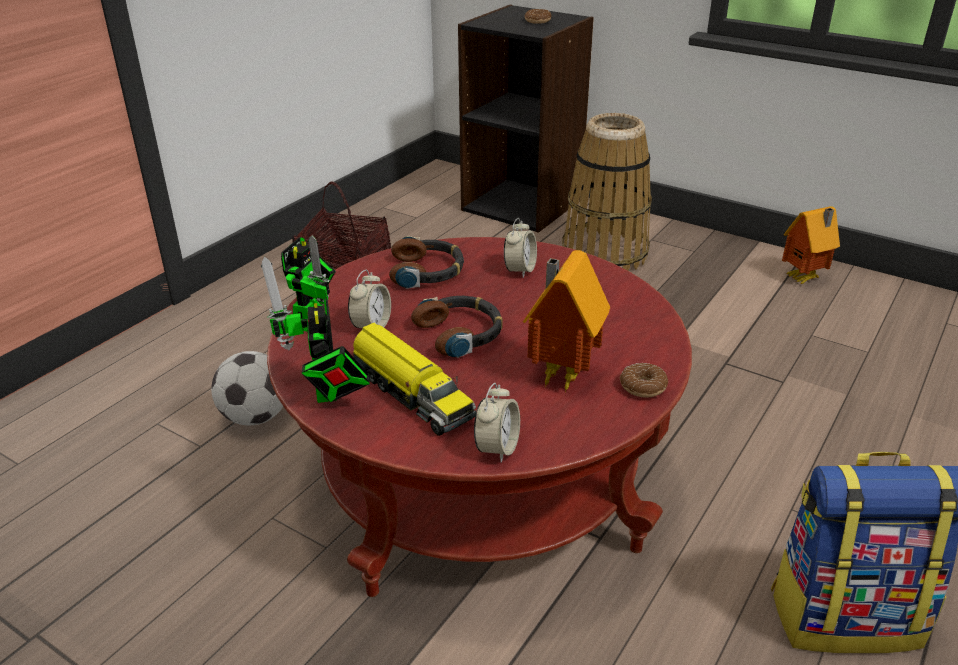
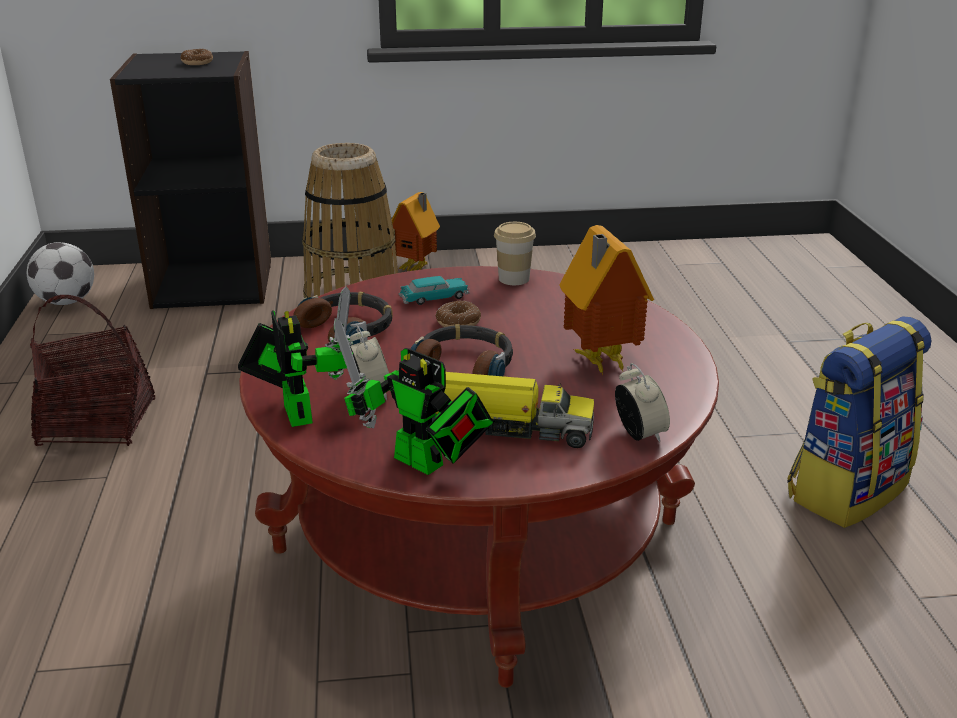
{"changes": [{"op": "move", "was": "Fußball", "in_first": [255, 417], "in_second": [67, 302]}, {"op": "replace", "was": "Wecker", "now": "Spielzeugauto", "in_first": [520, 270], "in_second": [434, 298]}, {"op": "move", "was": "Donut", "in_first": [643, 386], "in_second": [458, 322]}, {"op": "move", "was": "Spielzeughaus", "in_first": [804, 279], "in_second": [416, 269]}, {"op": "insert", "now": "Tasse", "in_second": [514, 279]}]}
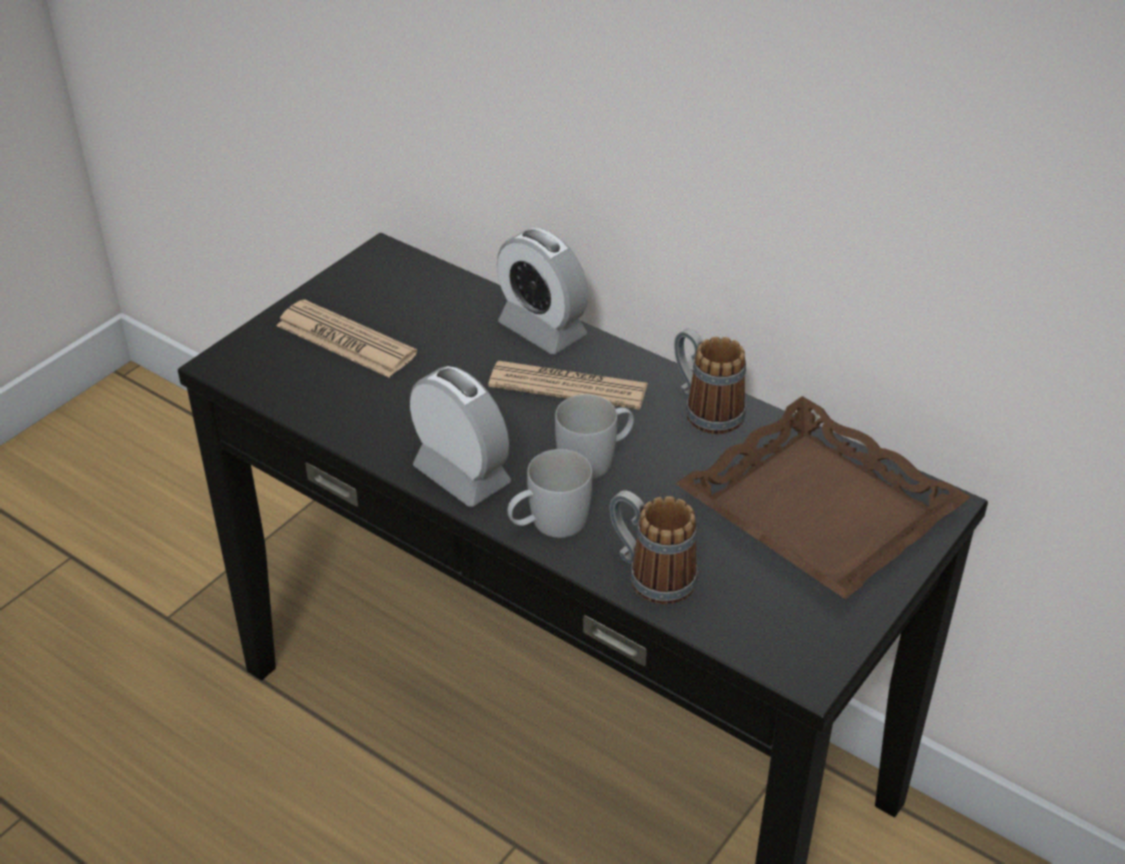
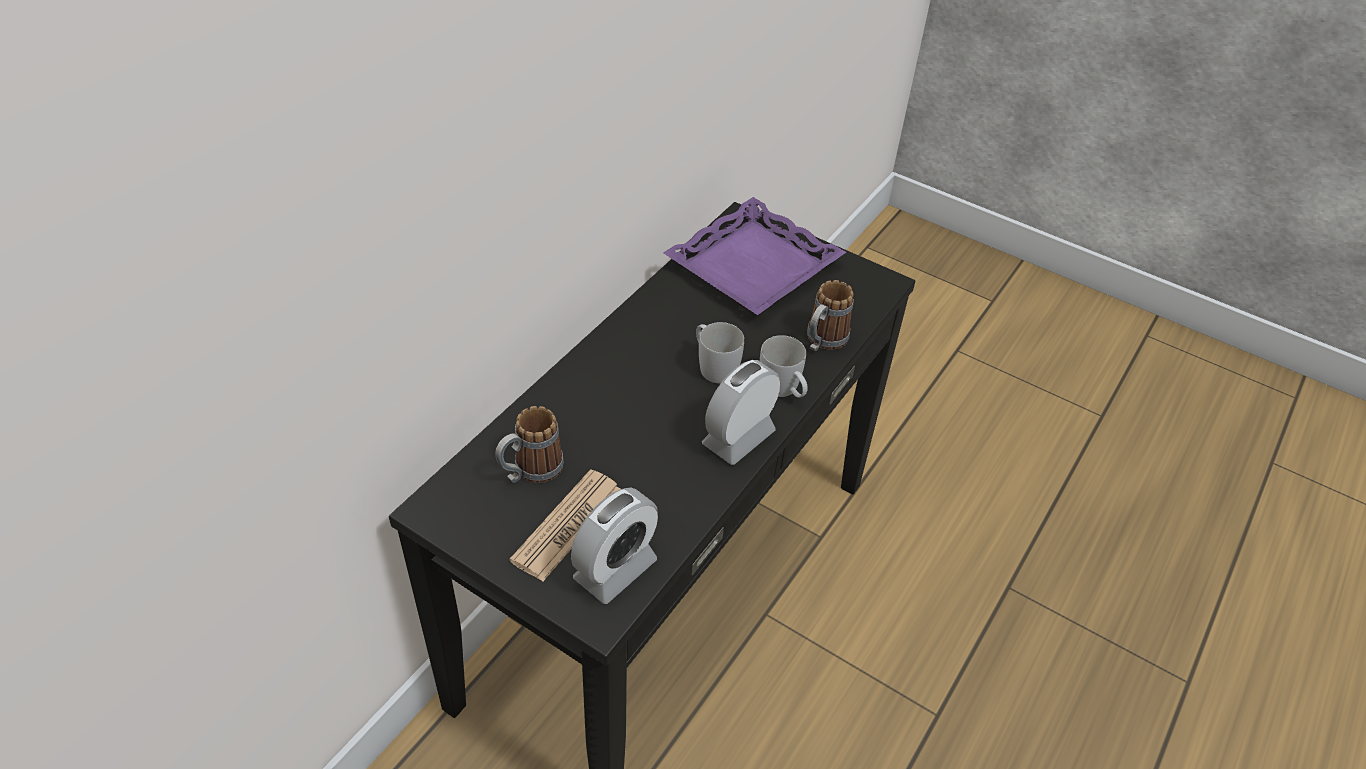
{"changes": [{"op": "delete", "was": "Zeitung", "in_first": [568, 386]}, {"op": "move", "was": "Wecker", "in_first": [542, 330], "in_second": [615, 569]}, {"op": "move", "was": "Henkelbecher", "in_first": [705, 410], "in_second": [530, 471]}, {"op": "recolor", "was": "Tablett/braun", "now": "Tablett/lila", "in_first": [820, 510], "in_second": [752, 265]}]}
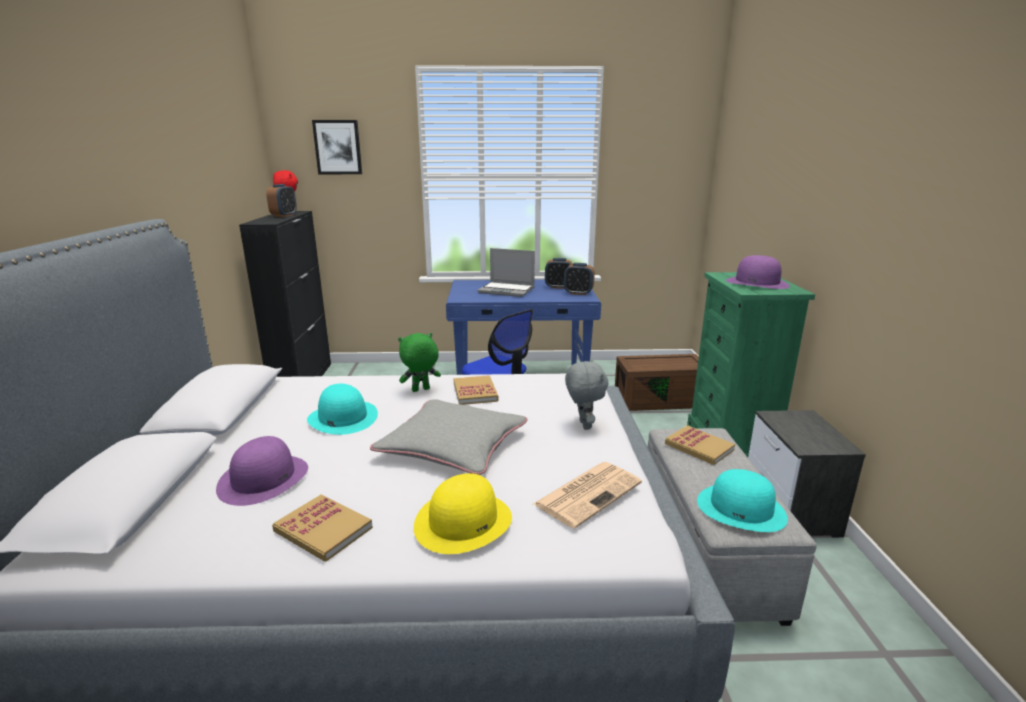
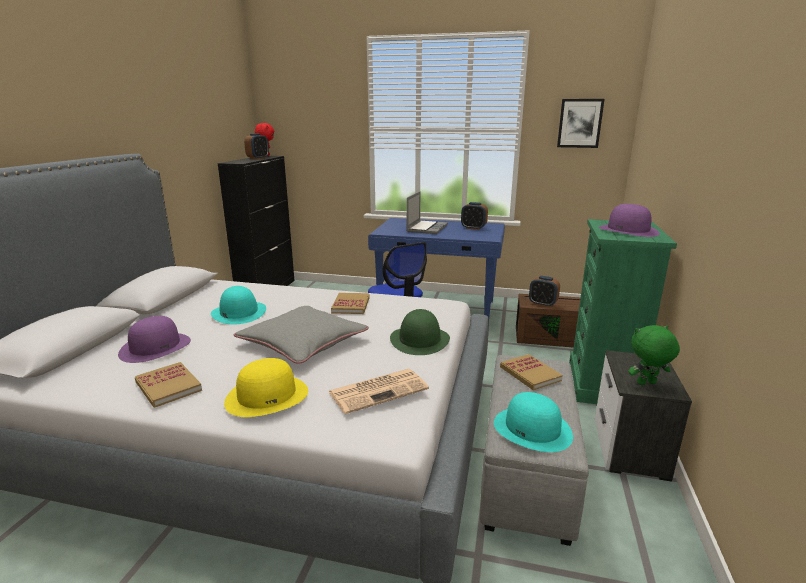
{"changes": [{"op": "move", "was": "Bild", "in_first": [338, 147], "in_second": [579, 123]}, {"op": "move", "was": "Plüschtier/grün", "in_first": [420, 390], "in_second": [646, 384]}, {"op": "rotate", "was": "Laptop", "in_first": [507, 290], "in_second": [426, 228], "clockwise": -105}, {"op": "move", "was": "Wecker", "in_first": [578, 293], "in_second": [542, 304]}, {"op": "replace", "was": "Plüschtier/grau", "now": "Hut/grün", "in_first": [583, 425], "in_second": [419, 339]}]}
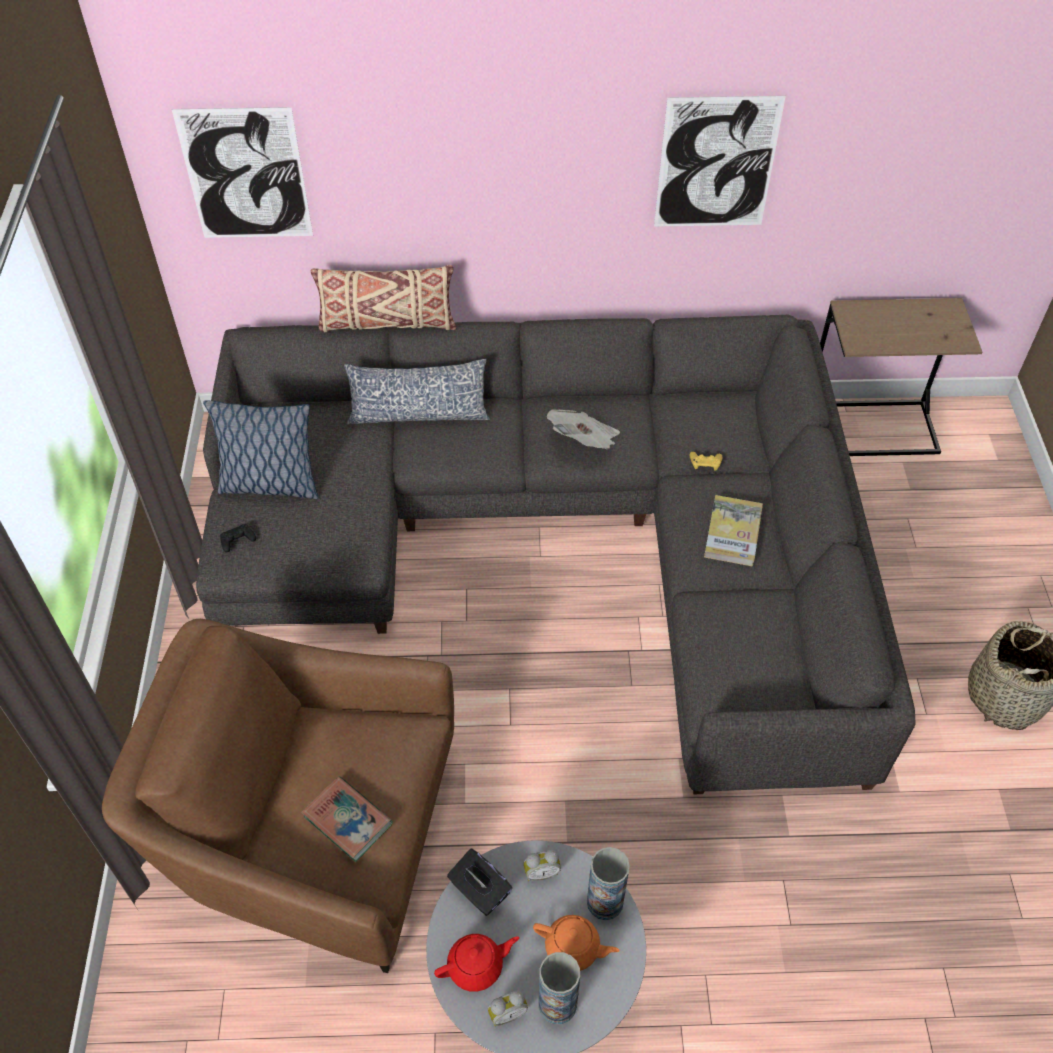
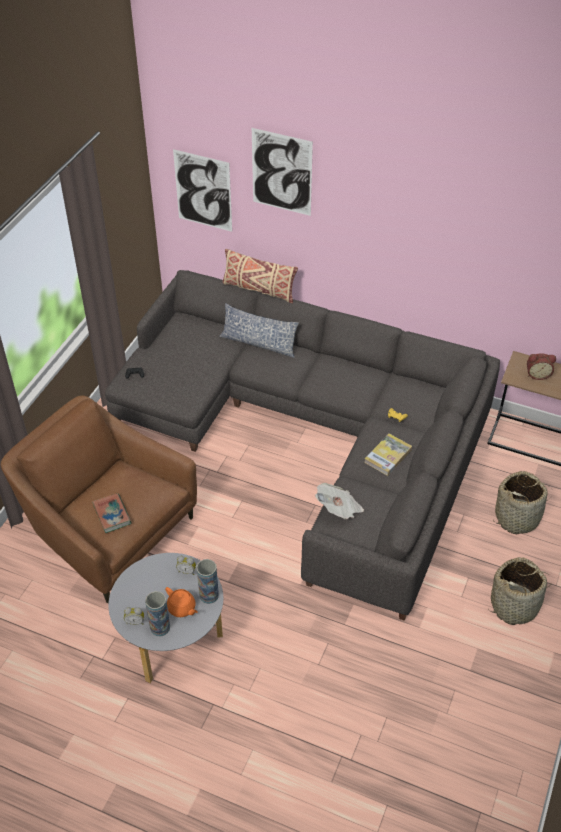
{"changes": [{"op": "delete", "was": "Kissen", "in_first": [269, 484]}, {"op": "delete", "was": "Teekanne/rot", "in_first": [476, 966]}, {"op": "delete", "was": "Taschentuchbox/schwarz", "in_first": [479, 891]}, {"op": "move", "was": "Zeitung", "in_first": [584, 441], "in_second": [339, 509]}, {"op": "move", "was": "Bild", "in_first": [716, 164], "in_second": [281, 172]}, {"op": "insert", "now": "Korb", "in_second": [517, 517]}, {"op": "insert", "now": "Wecker", "in_second": [537, 374]}]}
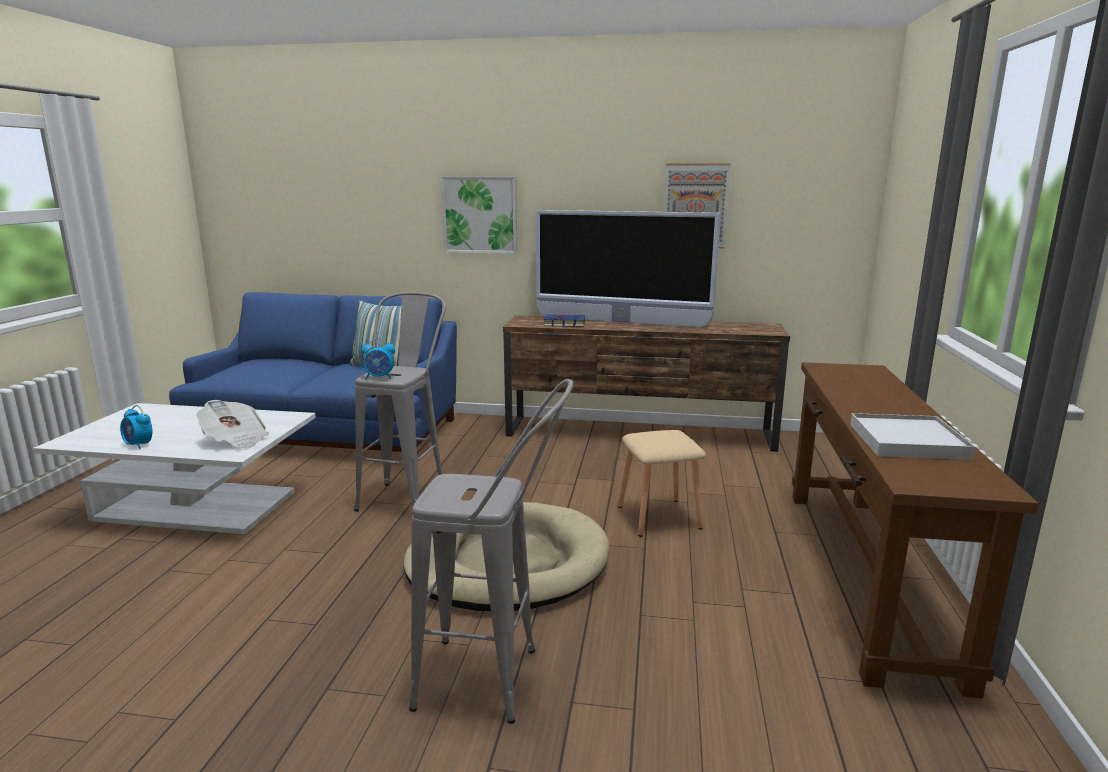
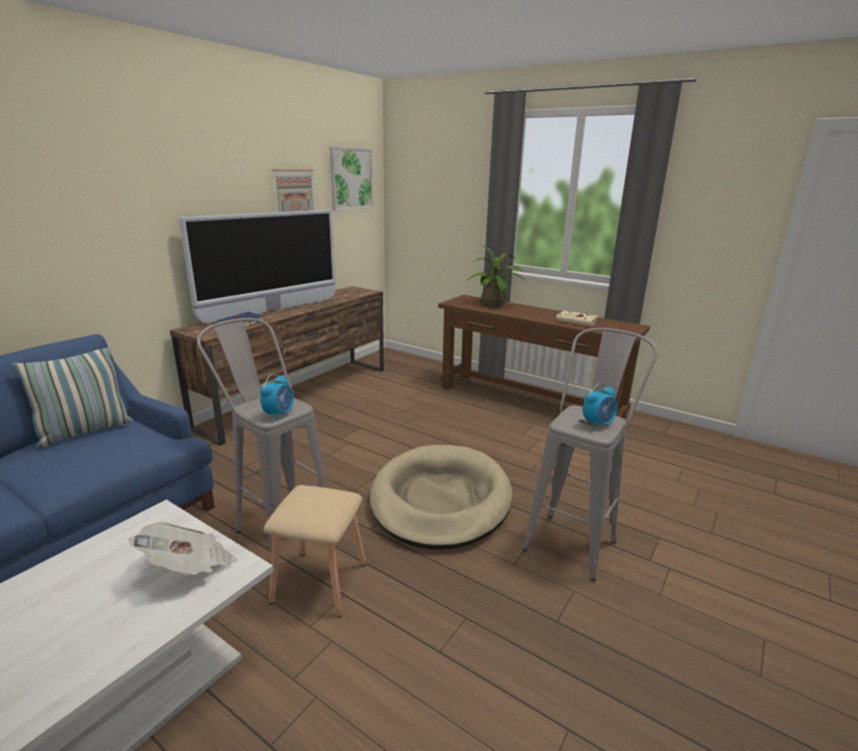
{"changes": [{"op": "move", "was": "Wecker", "in_first": [139, 445], "in_second": [598, 424]}, {"op": "move", "was": "Bild", "in_first": [480, 215], "in_second": [351, 179]}, {"op": "move", "was": "Hocker/beige", "in_first": [660, 516], "in_second": [319, 581]}, {"op": "replace", "was": "Tablett/weiß", "now": "Buch/beige", "in_first": [908, 441], "in_second": [577, 321]}, {"op": "insert", "now": "Topfpflanze", "in_second": [494, 304]}]}
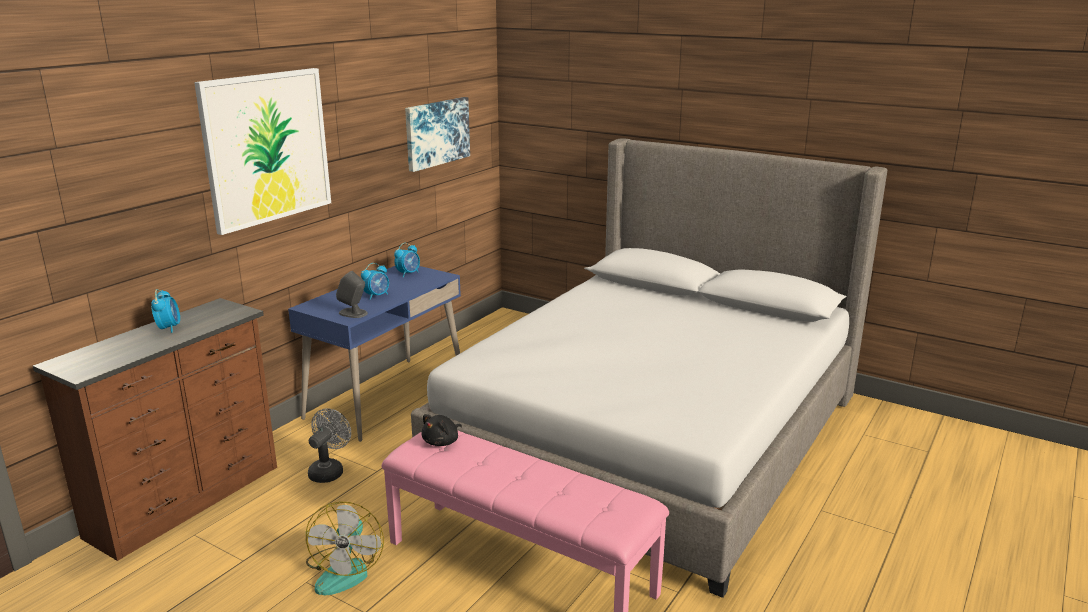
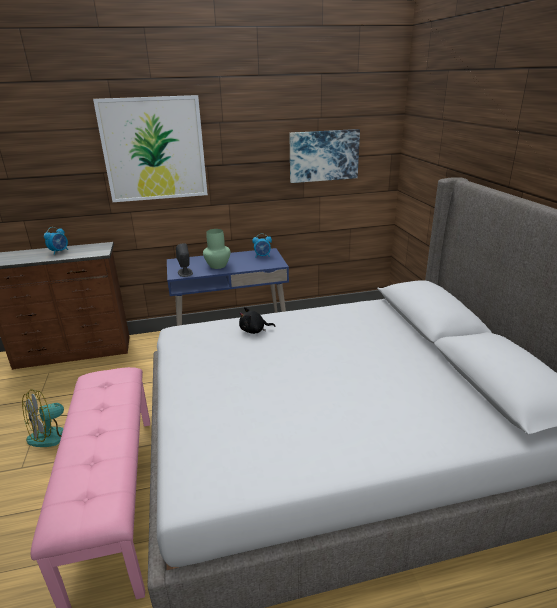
{"changes": [{"op": "delete", "was": "Ventilator/grau", "in_first": [329, 471]}, {"op": "replace", "was": "Wecker", "now": "Vase/grün", "in_first": [377, 296], "in_second": [218, 265]}, {"op": "move", "was": "Plüschtier/schwarz", "in_first": [442, 442], "in_second": [254, 330]}]}
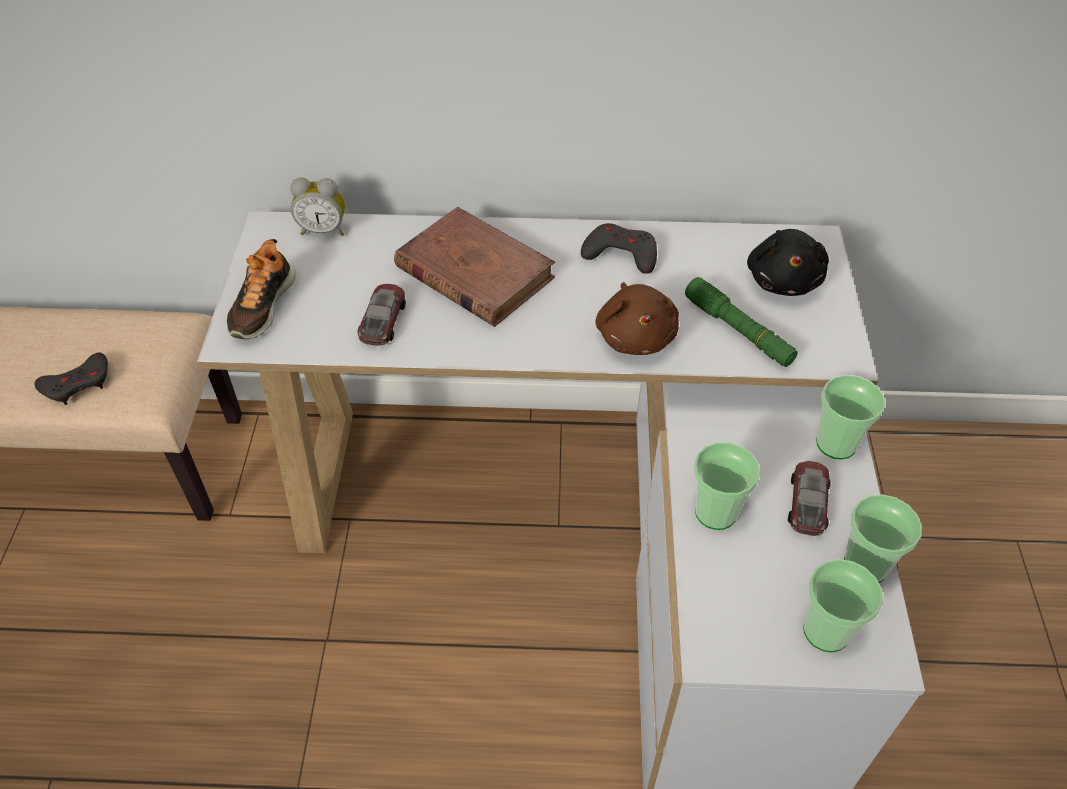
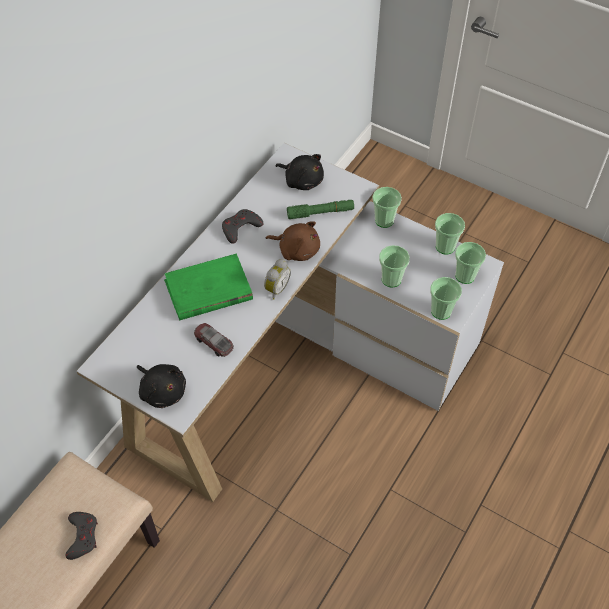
{"changes": [{"op": "replace", "was": "Schuh", "now": "Plüschtier/schwarz", "in_first": [262, 305], "in_second": [162, 391]}, {"op": "move", "was": "Wecker", "in_first": [323, 230], "in_second": [276, 289]}, {"op": "recolor", "was": "Buch/braun", "now": "Buch/grün", "in_first": [474, 272], "in_second": [208, 290]}, {"op": "delete", "was": "Spielzeugauto", "in_first": [808, 502]}, {"op": "insert", "now": "Tasse", "in_second": [441, 311]}]}
